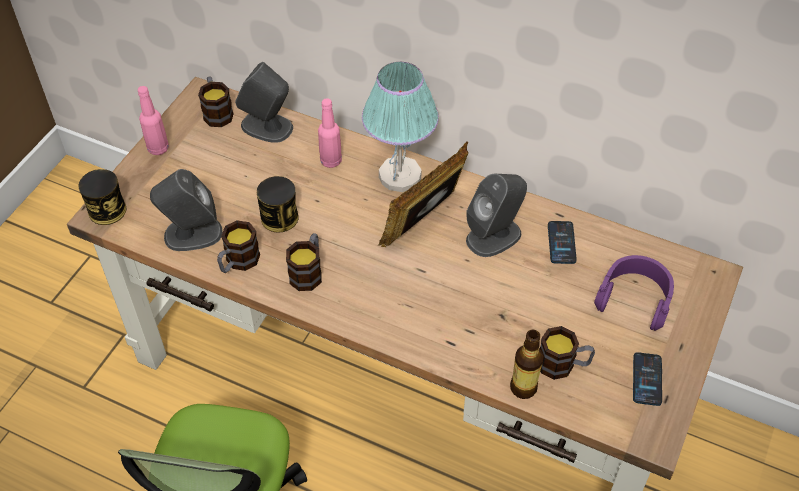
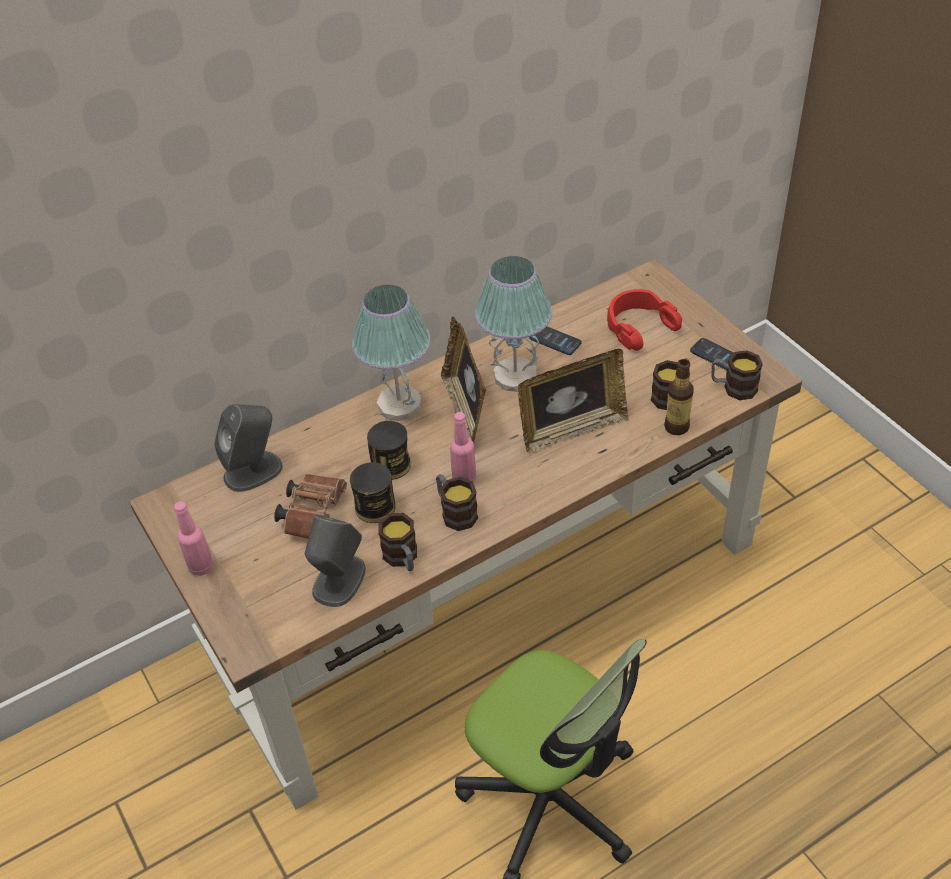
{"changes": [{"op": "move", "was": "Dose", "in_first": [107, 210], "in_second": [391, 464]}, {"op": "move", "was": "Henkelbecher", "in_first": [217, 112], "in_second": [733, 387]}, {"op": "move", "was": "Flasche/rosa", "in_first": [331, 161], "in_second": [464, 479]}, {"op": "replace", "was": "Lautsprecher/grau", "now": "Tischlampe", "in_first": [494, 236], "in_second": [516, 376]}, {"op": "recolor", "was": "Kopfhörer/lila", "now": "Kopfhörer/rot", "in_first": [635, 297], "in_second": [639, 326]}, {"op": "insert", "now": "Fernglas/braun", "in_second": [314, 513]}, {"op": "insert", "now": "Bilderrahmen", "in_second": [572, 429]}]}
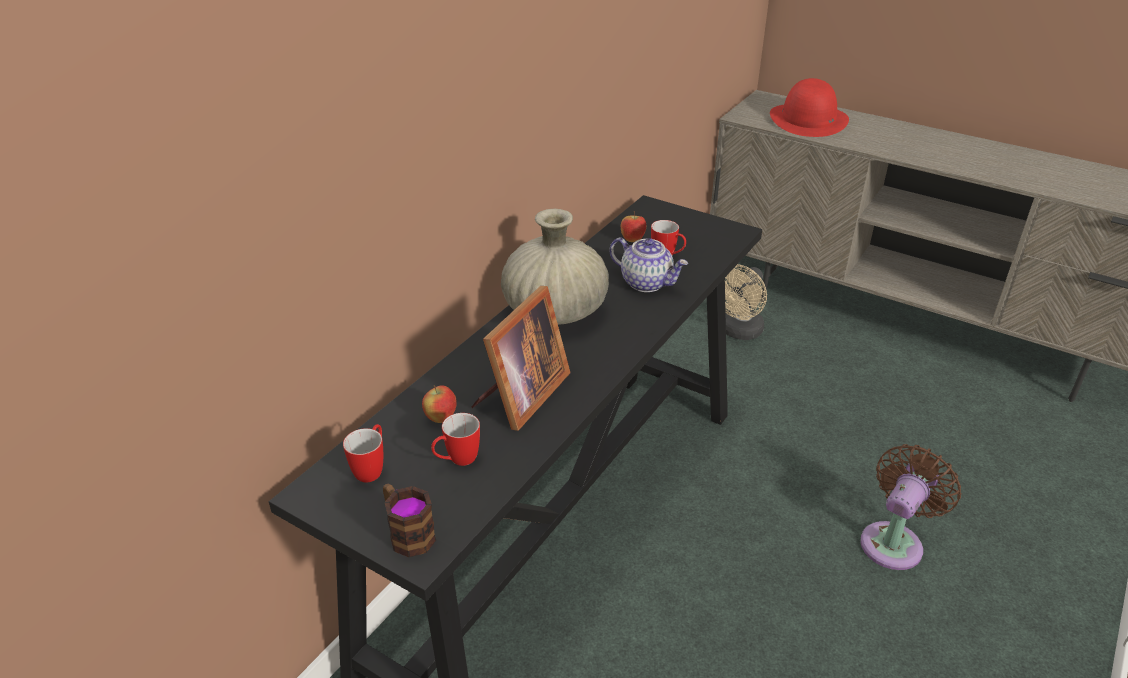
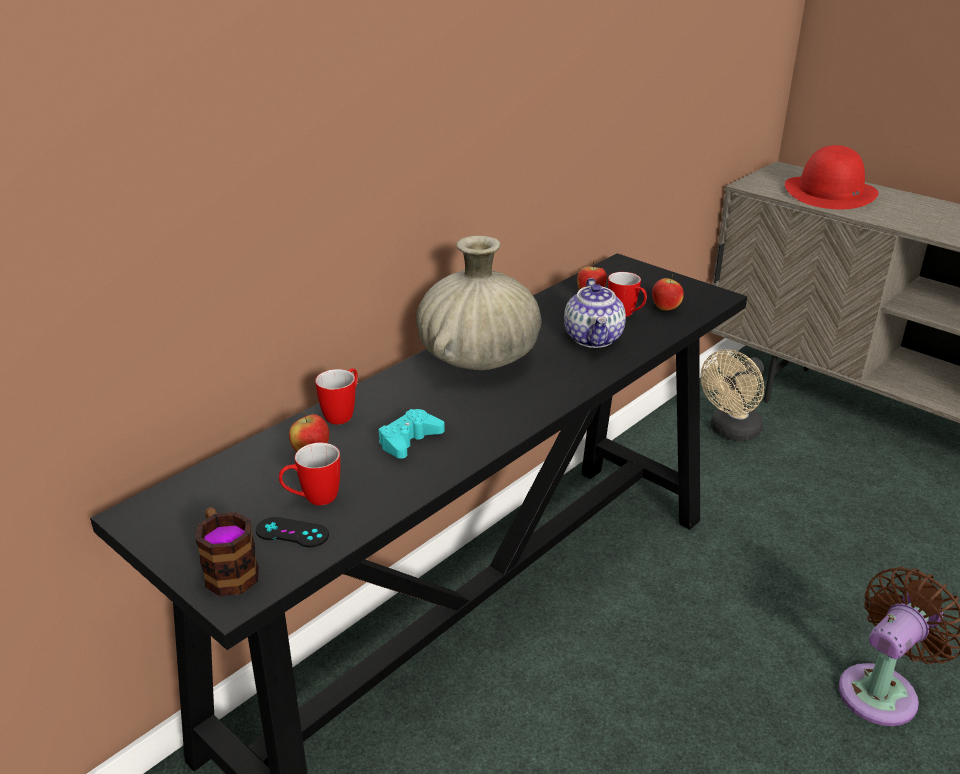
{"changes": [{"op": "move", "was": "Henkelbecher", "in_first": [372, 468], "in_second": [343, 414]}, {"op": "replace", "was": "Bilderrahmen", "now": "Gamepad/türkis", "in_first": [520, 396], "in_second": [409, 440]}, {"op": "rotate", "was": "Teekanne", "in_first": [647, 282], "in_second": [594, 338], "clockwise": 45}, {"op": "insert", "now": "Gamepad/schwarz", "in_second": [292, 533]}, {"op": "insert", "now": "Apfel", "in_second": [665, 309]}]}
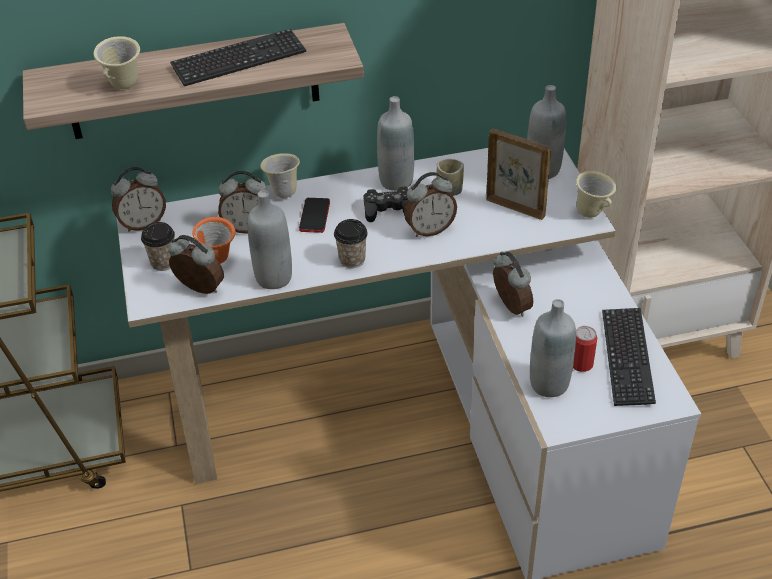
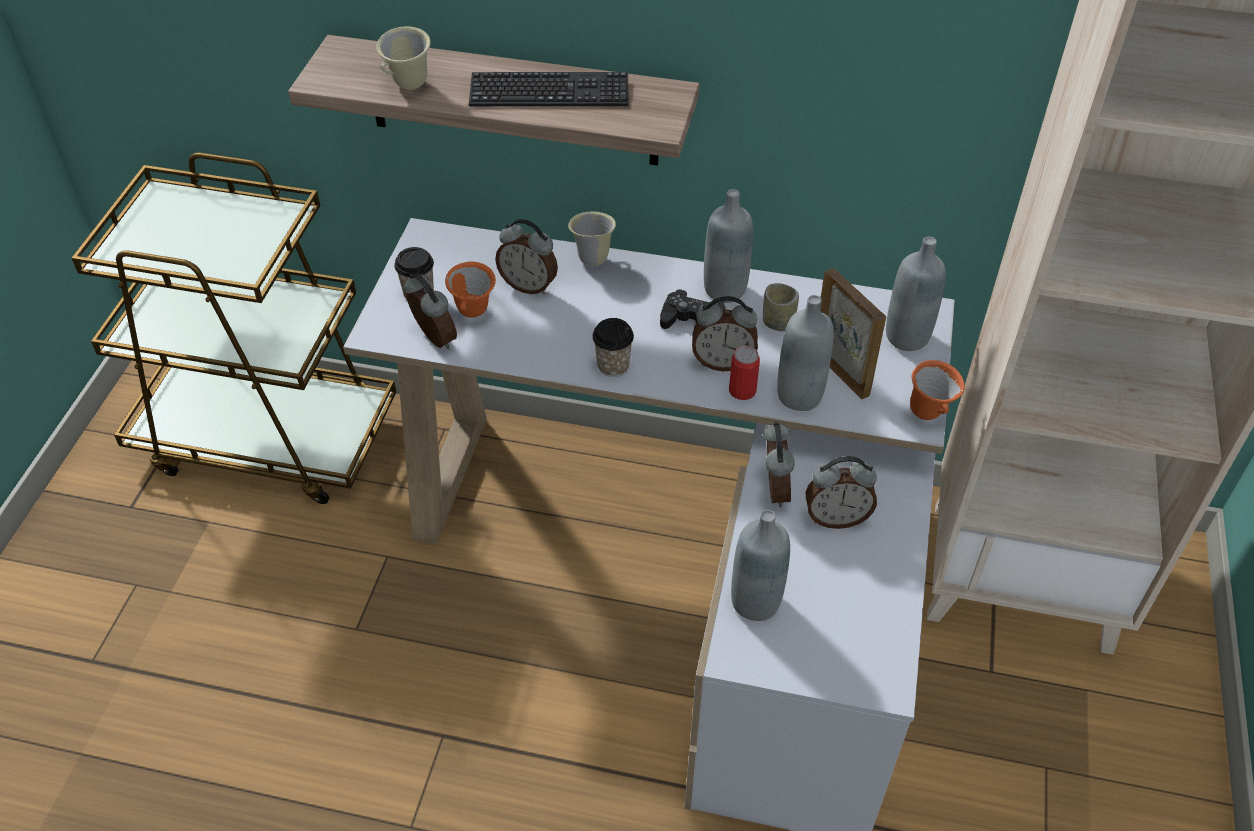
{"changes": [{"op": "move", "was": "Wecker", "in_first": [143, 223], "in_second": [836, 517]}, {"op": "move", "was": "Flasche/grau", "in_first": [274, 278], "in_second": [799, 396]}, {"op": "delete", "was": "Handy", "in_first": [314, 216]}, {"op": "move", "was": "Dose", "in_first": [581, 364], "in_second": [742, 391]}, {"op": "recolor", "was": "Henkelbecher/beige", "now": "Henkelbecher/orange", "in_first": [592, 213], "in_second": [929, 414]}, {"op": "delete", "was": "Tastatur", "in_first": [627, 357]}]}
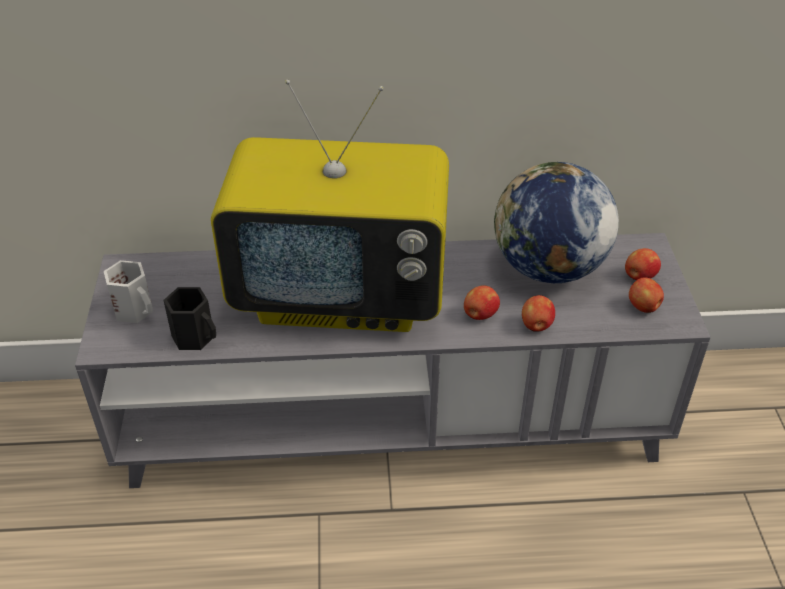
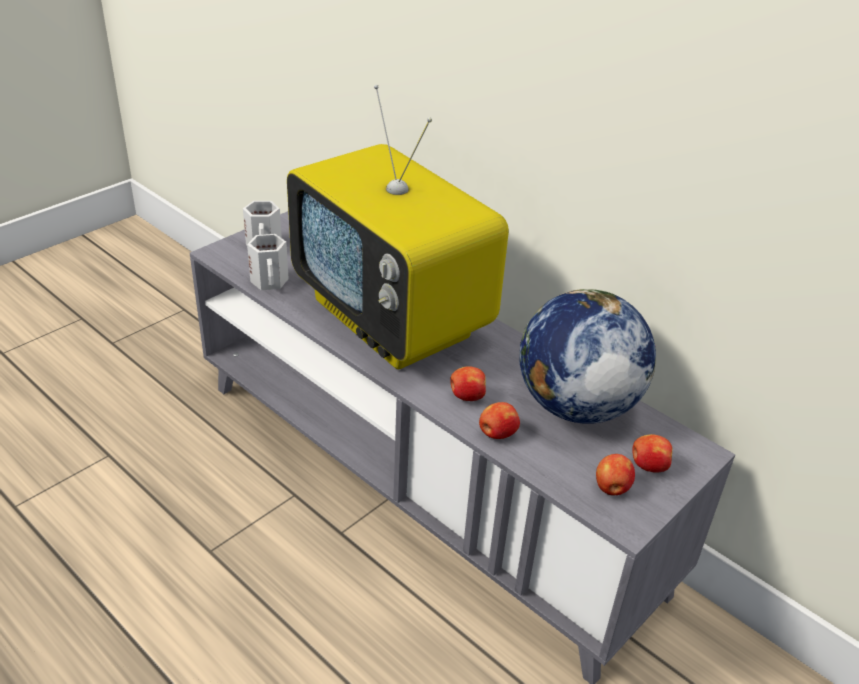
{"changes": [{"op": "recolor", "was": "Henkelbecher/schwarz", "now": "Henkelbecher/weiß", "in_first": [195, 336], "in_second": [271, 281]}]}
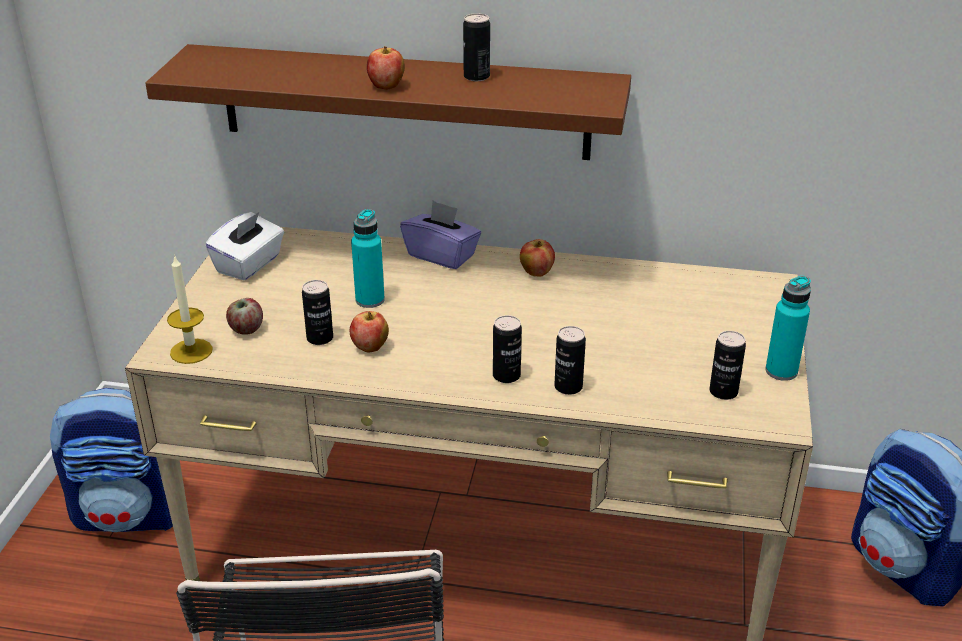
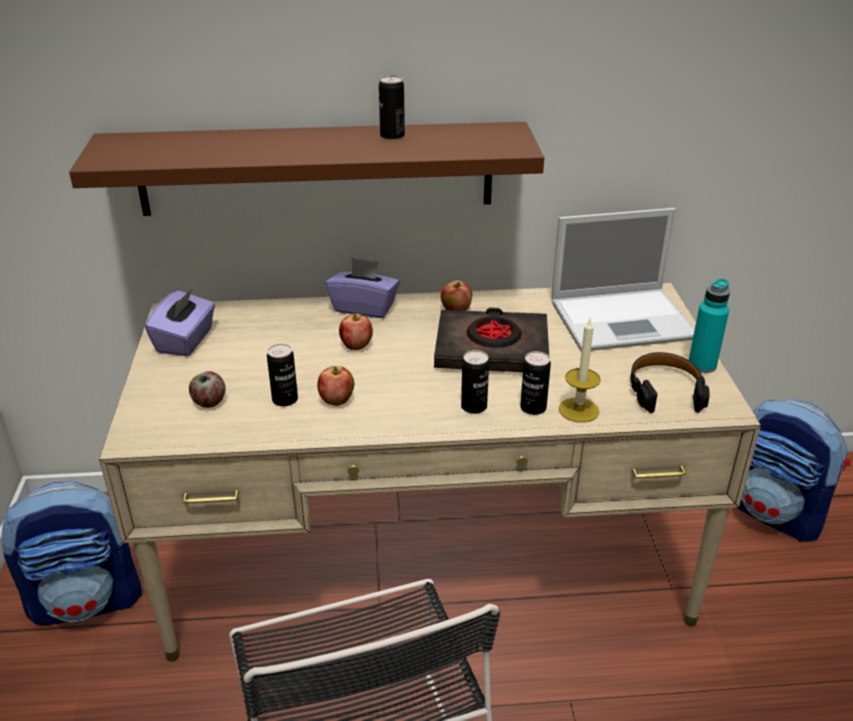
{"changes": [{"op": "move", "was": "Kerze", "in_first": [191, 351], "in_second": [578, 410]}, {"op": "recolor", "was": "Taschentuchbox/weiß", "now": "Taschentuchbox/lila", "in_first": [249, 264], "in_second": [186, 341]}, {"op": "delete", "was": "Flasche/türkis", "in_first": [370, 300]}, {"op": "move", "was": "Apfel", "in_first": [386, 86], "in_second": [356, 346]}, {"op": "replace", "was": "Dose", "now": "Kopfhörer/schwarz", "in_first": [723, 392], "in_second": [665, 390]}, {"op": "insert", "now": "Buch/schwarz", "in_second": [492, 349]}, {"op": "insert", "now": "Laptop", "in_second": [624, 319]}]}
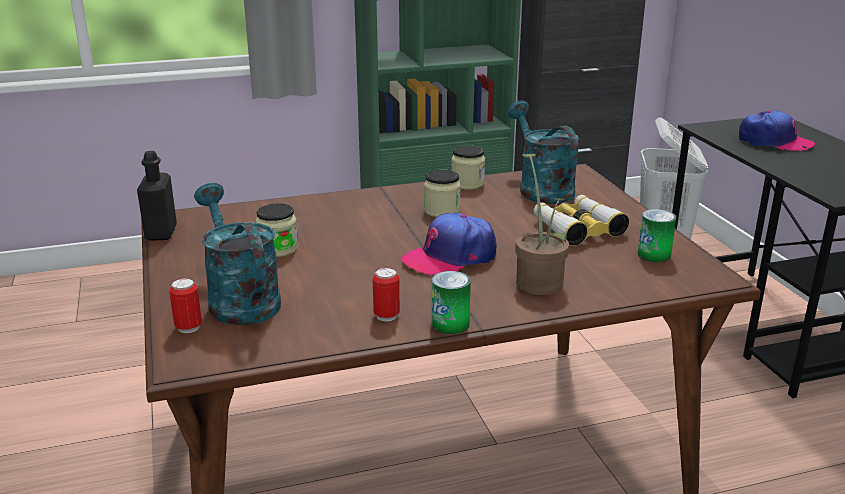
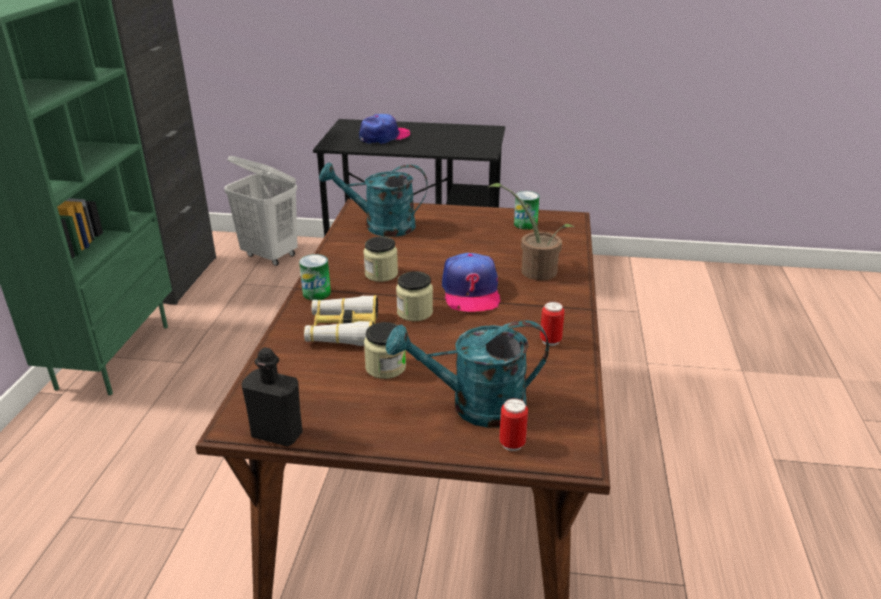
{"changes": [{"op": "move", "was": "Dose", "in_first": [450, 324], "in_second": [316, 293]}, {"op": "move", "was": "Vorratsglas", "in_first": [467, 184], "in_second": [414, 312]}, {"op": "move", "was": "Fernglas", "in_first": [577, 228], "in_second": [343, 330]}]}
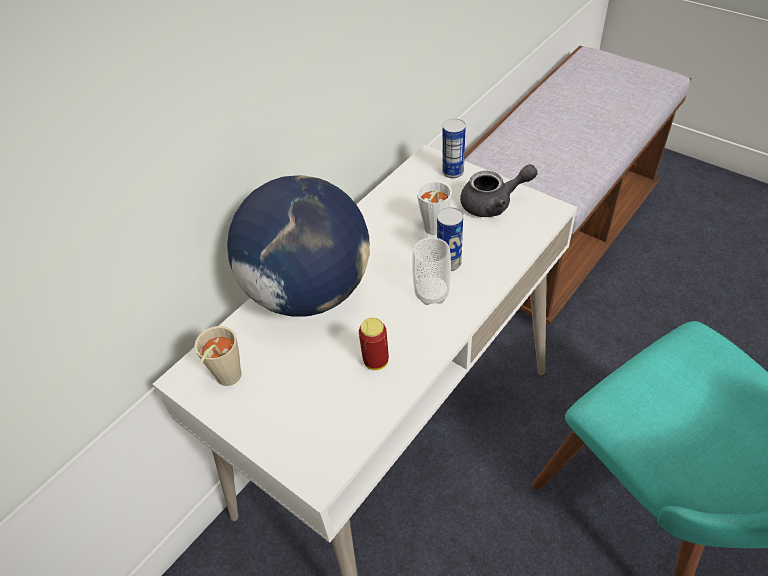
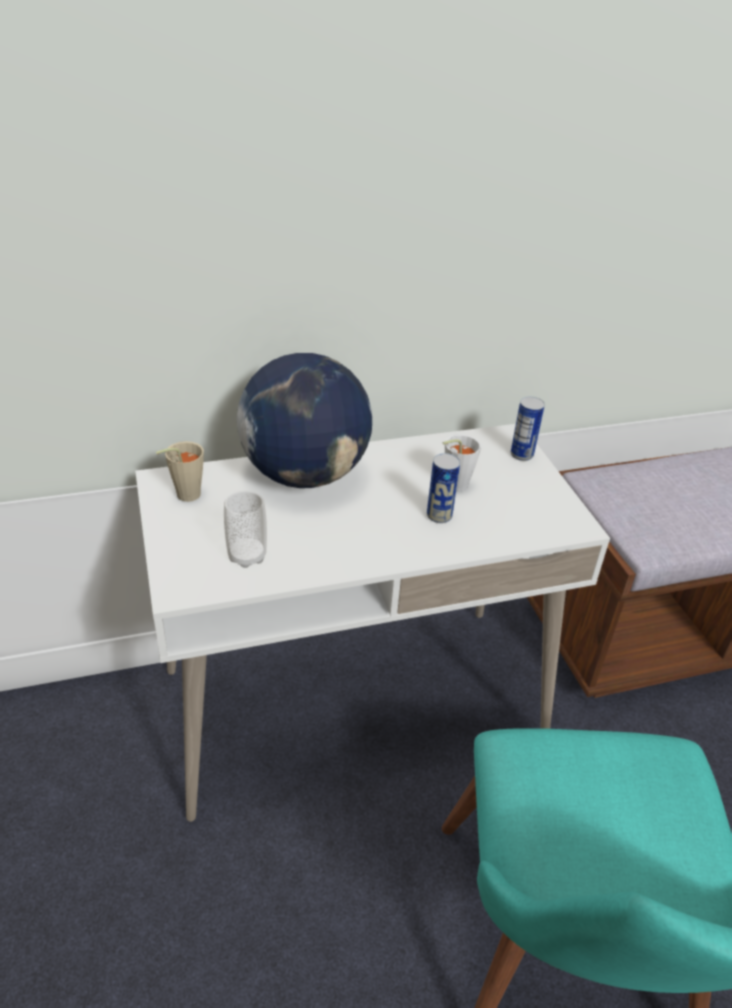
{"changes": [{"op": "delete", "was": "Dose", "in_first": [376, 361]}, {"op": "move", "was": "Tasse", "in_first": [431, 293], "in_second": [247, 556]}, {"op": "delete", "was": "Teekanne/grau", "in_first": [493, 203]}]}
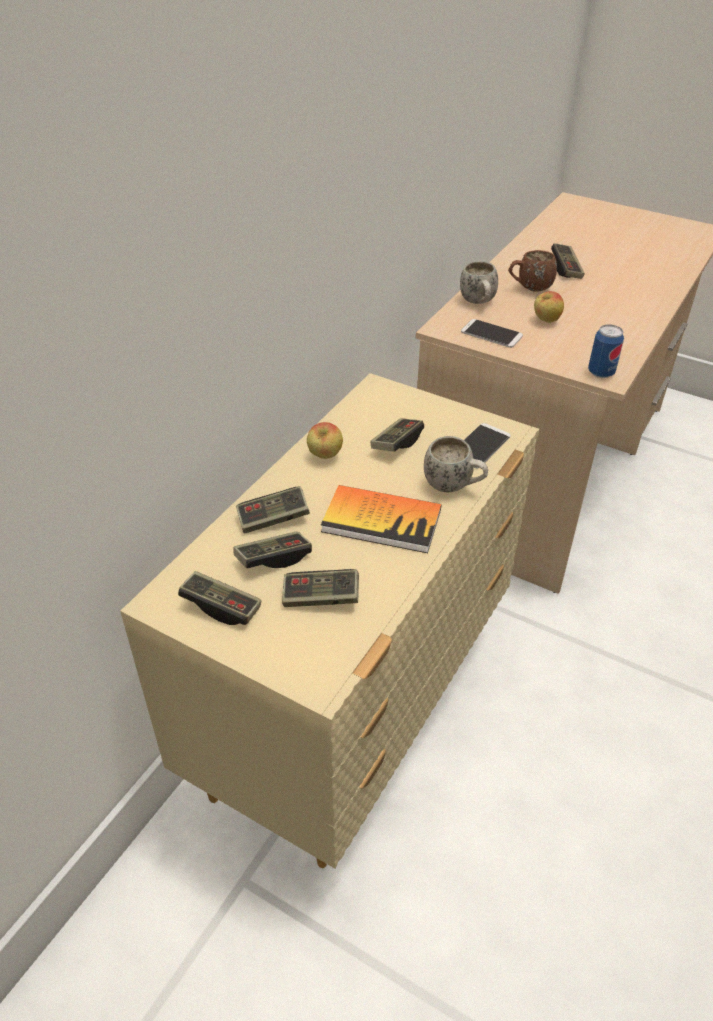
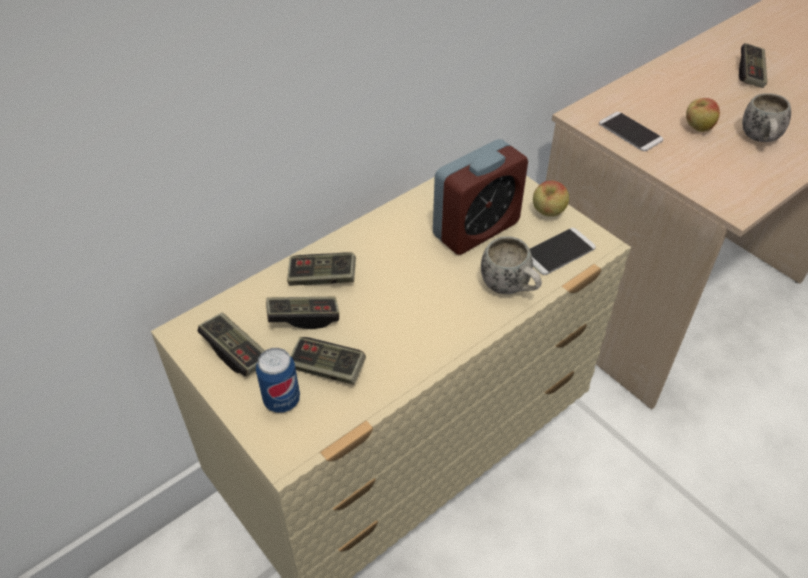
{"changes": [{"op": "move", "was": "Apfel", "in_first": [325, 456], "in_second": [548, 213]}, {"op": "delete", "was": "Buch", "in_first": [381, 520]}, {"op": "replace", "was": "Gamepad", "now": "Wecker", "in_first": [397, 443], "in_second": [476, 229]}, {"op": "move", "was": "Henkelbecher/weiß", "in_first": [479, 303], "in_second": [760, 140]}, {"op": "delete", "was": "Henkelbecher/braun", "in_first": [529, 288]}, {"op": "move", "was": "Dose", "in_first": [601, 373], "in_second": [282, 400]}]}
